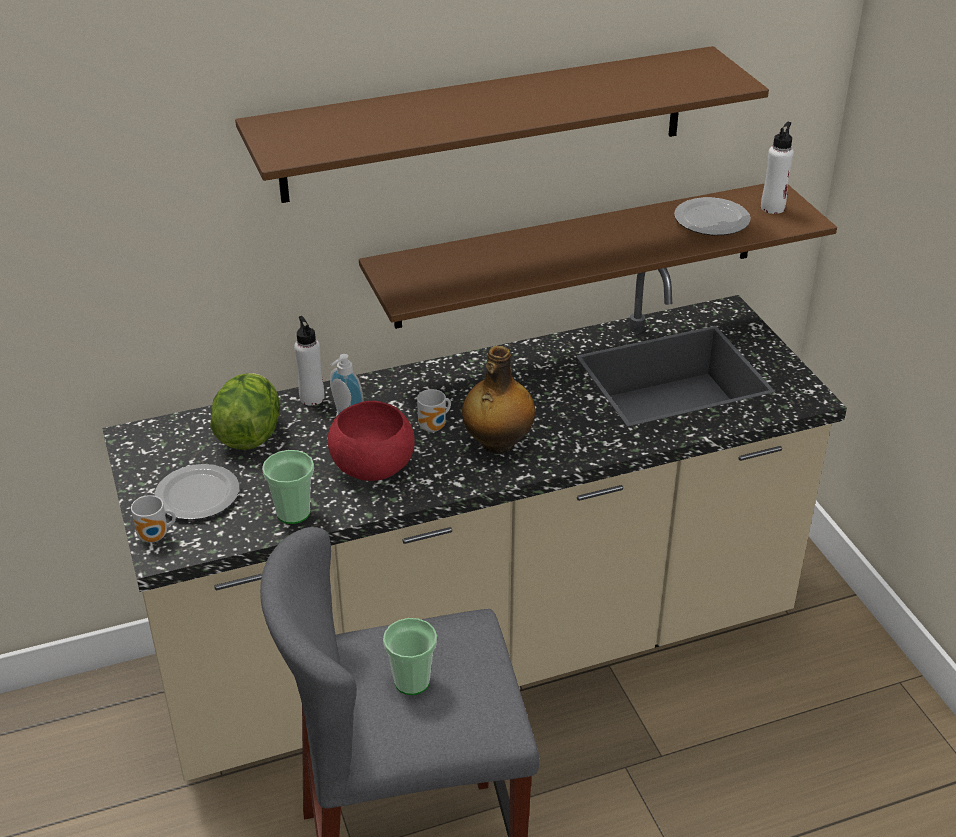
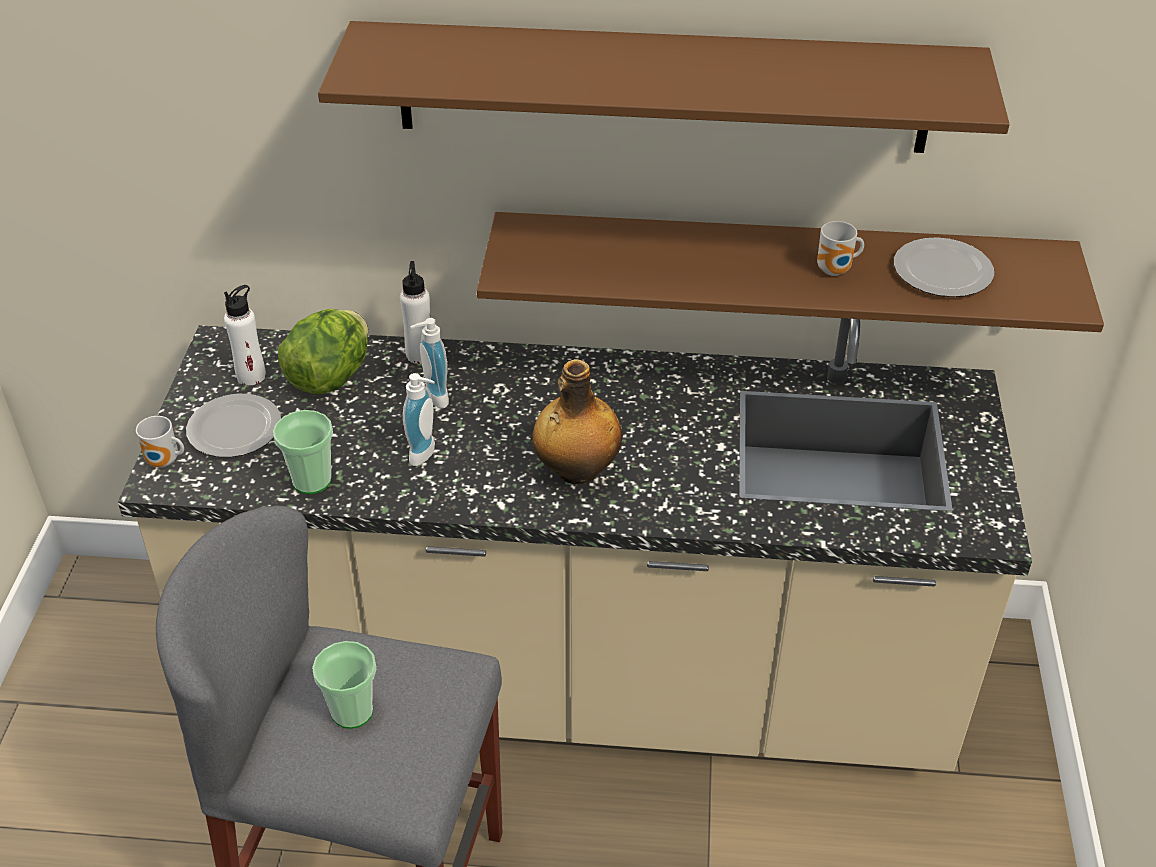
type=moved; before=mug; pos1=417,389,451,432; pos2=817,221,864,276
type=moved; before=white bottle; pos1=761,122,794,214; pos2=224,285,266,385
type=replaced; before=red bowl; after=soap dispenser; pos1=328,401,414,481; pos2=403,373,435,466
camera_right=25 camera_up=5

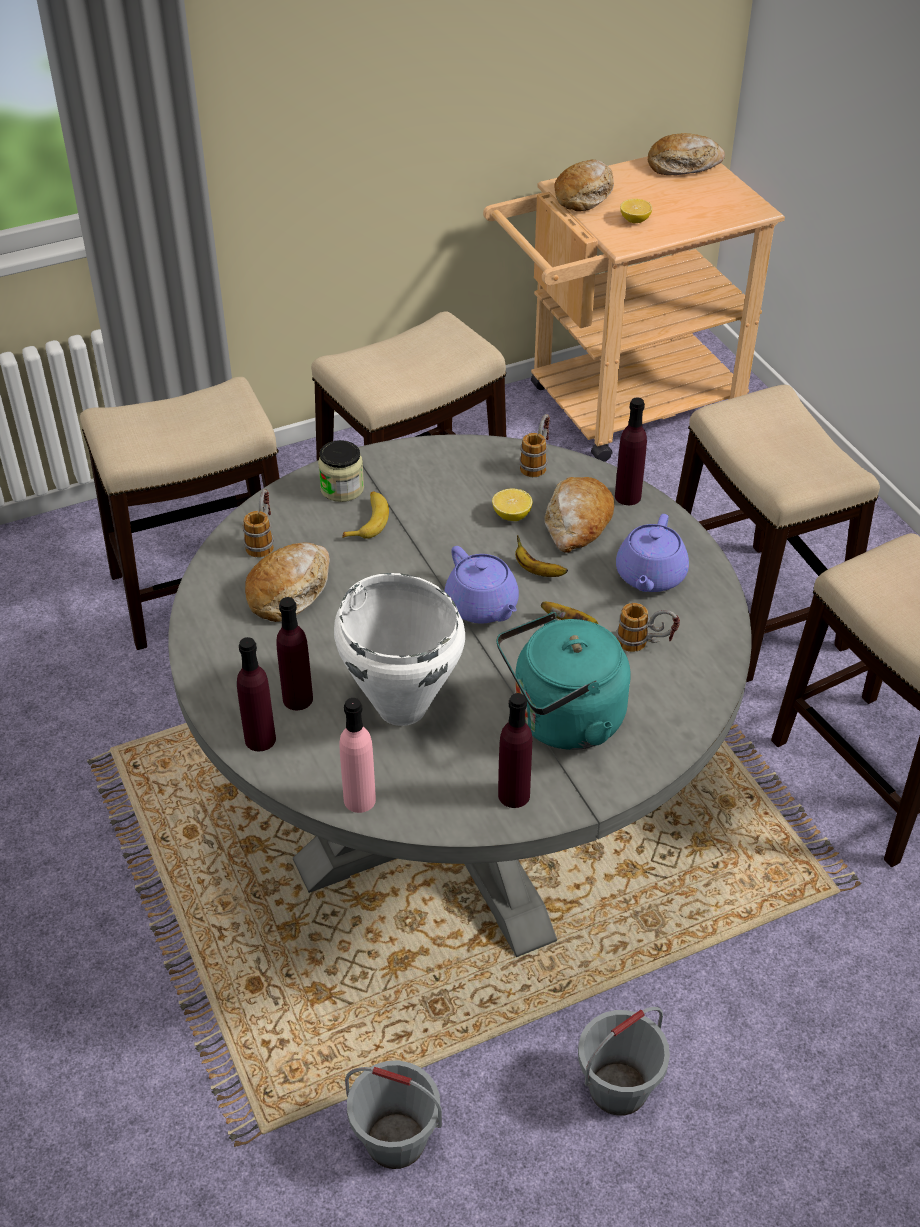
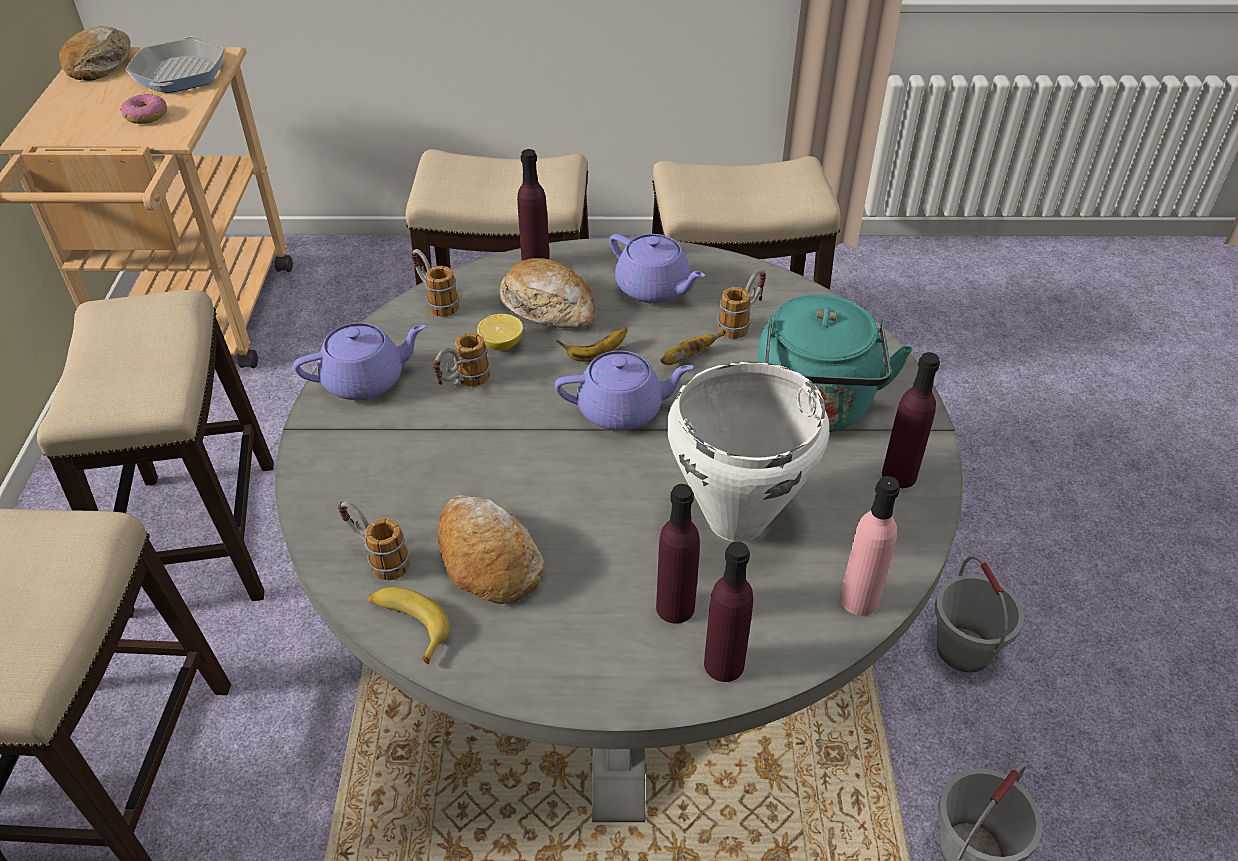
type=removed; before=jar; pos1=318,440,364,502
type=removed; before=bread; pos1=554,160,614,212
type=added; after=frying pan; pos2=125,36,224,93
type=added; after=purple teapot; pos2=293,323,426,400
type=added; after=mug; pos2=433,333,490,387
type=moved; before=banana; pos1=342,491,389,539; pos2=368,587,450,665
type=replaced; before=lemon; after=donut; pos1=620,199,653,223; pos2=120,94,167,124
camera_right=-65 camera_up=0

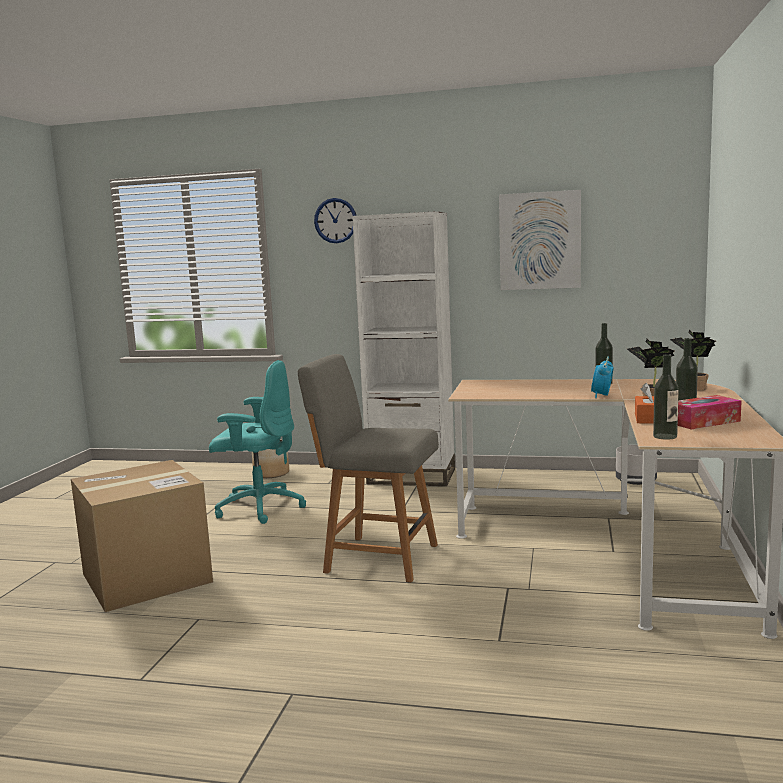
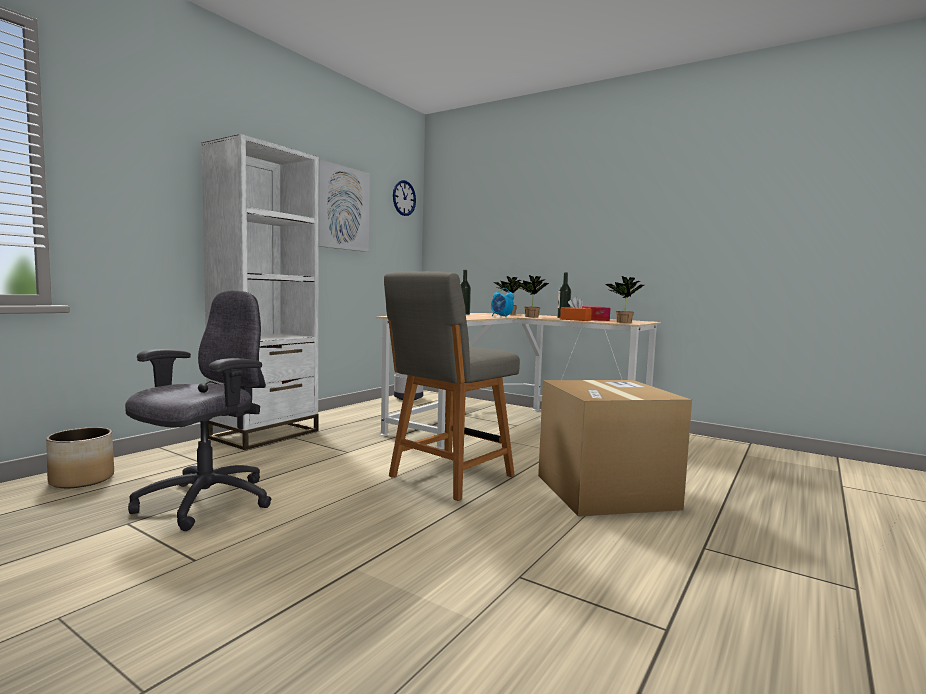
type=moved; before=cardboard box; pos1=71,460,213,612; pos2=538,380,692,517
type=moved; before=wall clock; pos1=314,198,356,243; pos2=393,180,416,216
type=replaced; before=bottle; after=potted plant; pos1=653,354,679,440; pos2=605,276,644,323
type=recoloured; before=turquoise office chair; after=grey office chair; pos1=209,360,306,524; pos2=125,290,271,531
camera_right=-70 camera_up=-5

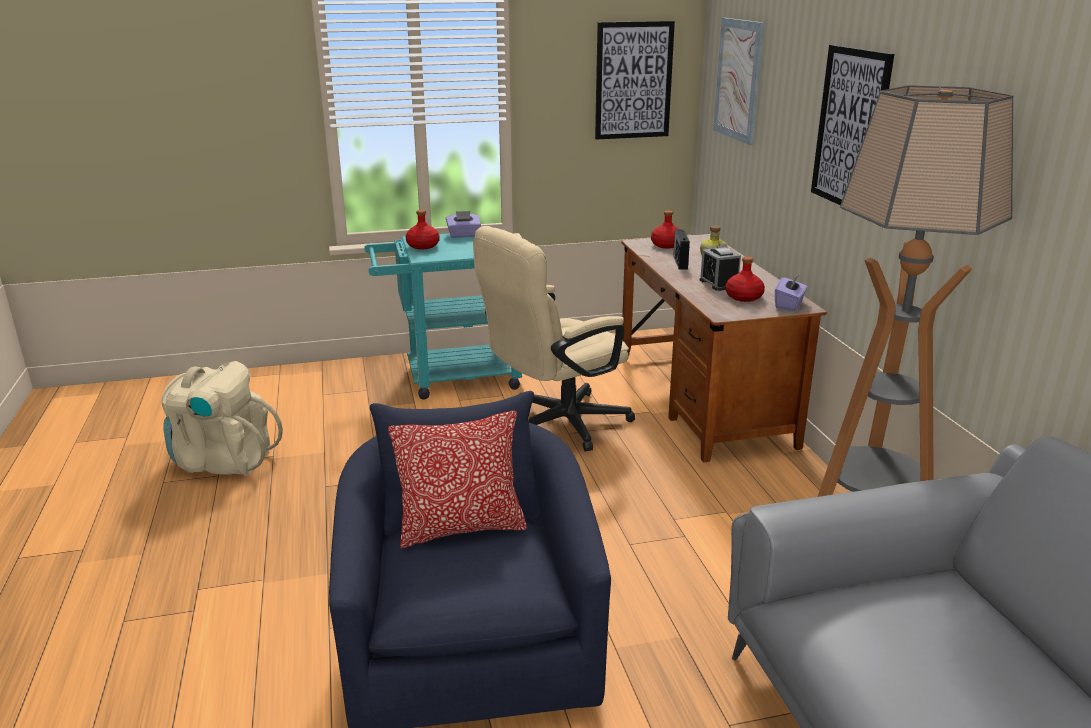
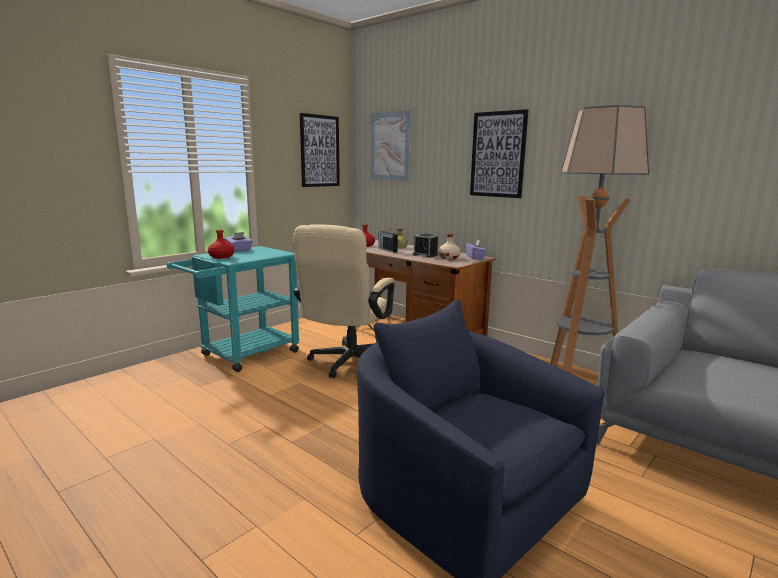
type=removed; before=beige backpack; pos1=162,361,283,475
type=removed; before=pillow; pos1=388,411,527,548
type=recoloured; before=red bottle; after=beige bottle; pos1=725,257,765,302; pos2=438,233,461,259
camera_right=-35 camera_up=-10

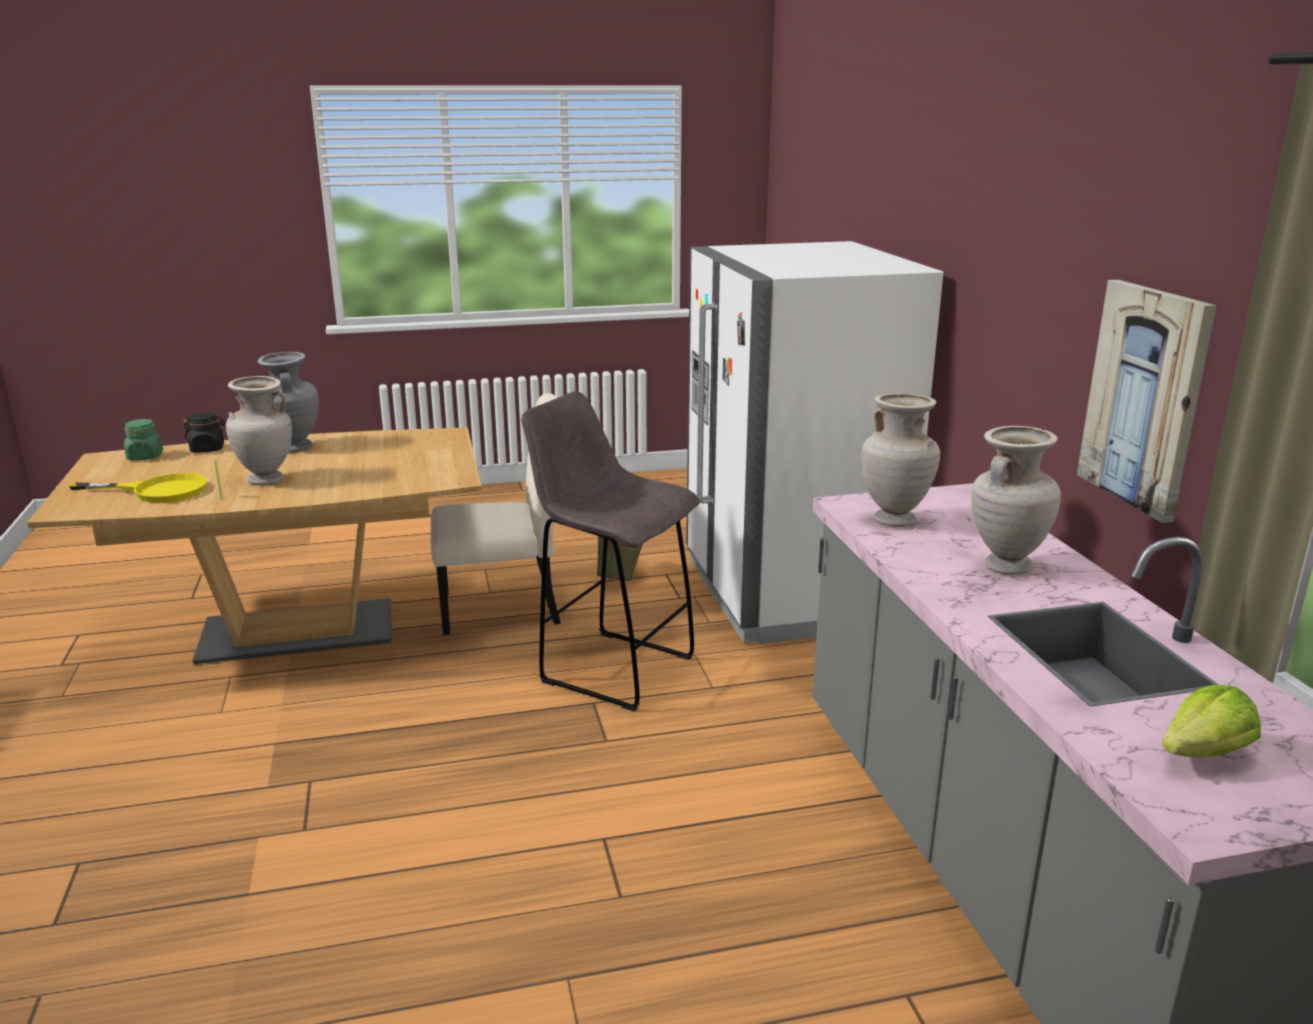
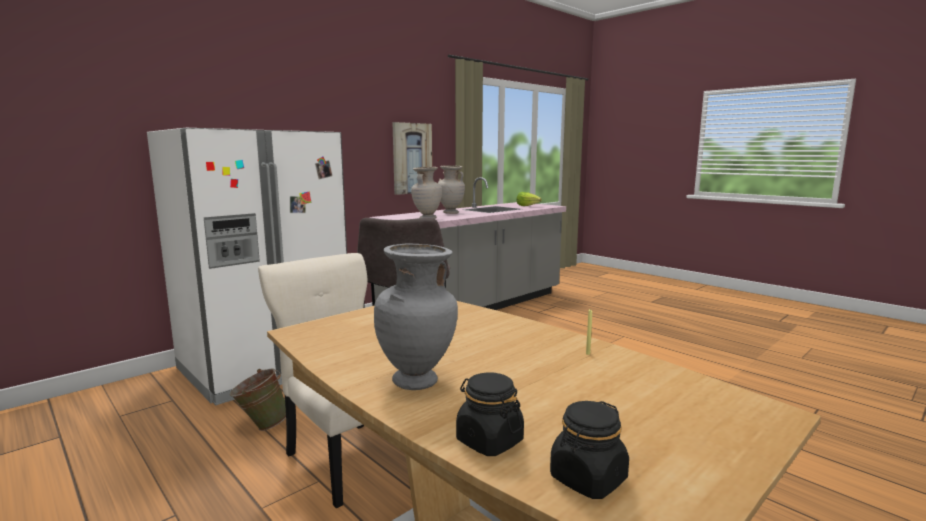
type=removed; before=yellow frying pan; pos1=69,473,207,503
type=removed; before=beige vase; pos1=226,376,292,485
type=recoloured; before=green jar; after=black jar; pos1=124,419,163,460; pos2=550,401,629,499
camera_right=-120 camera_up=-10

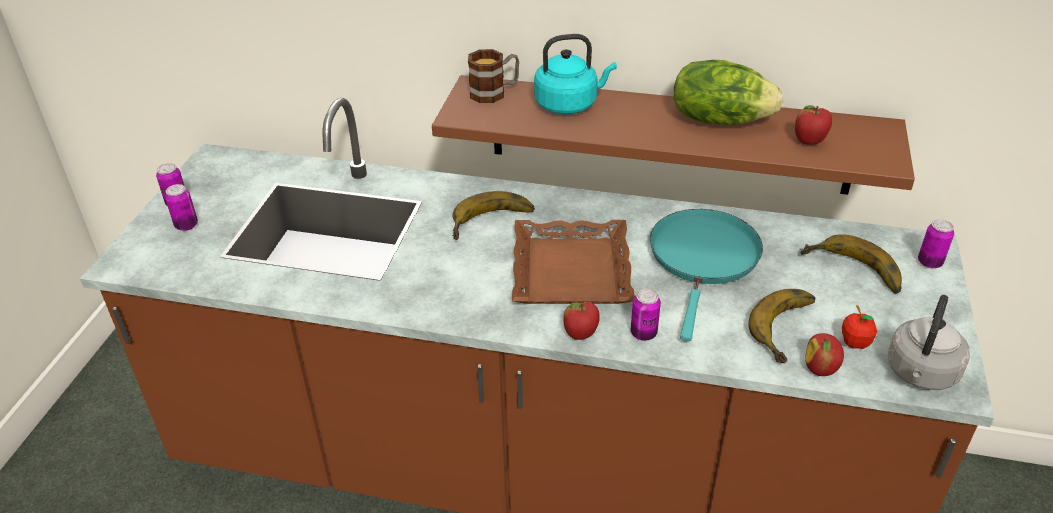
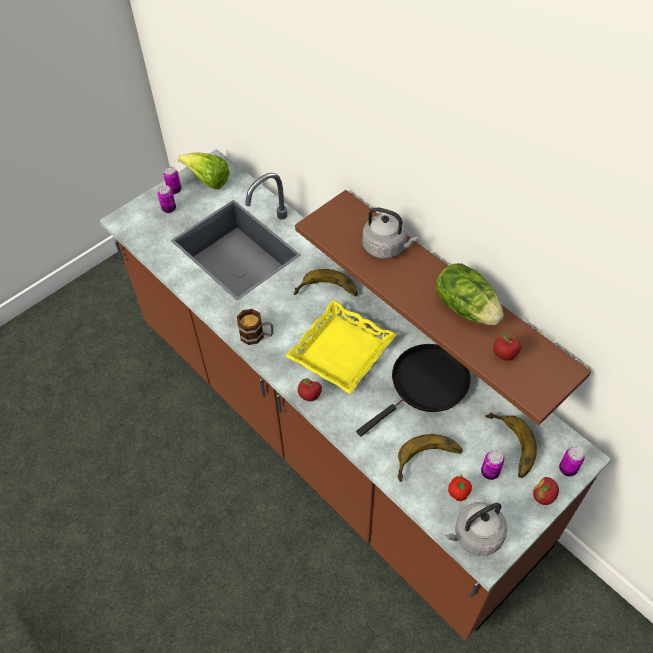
type=added; after=lettuce; pos2=178,152,230,189
type=moved; before=mug; pos1=468,49,519,103; pos2=237,309,273,345
type=moved; before=can; pos1=631,288,661,341; pos2=481,450,504,480
type=moved; before=apple; pos1=805,333,844,376; pos2=533,477,559,505
type=recoloured; before=brown tray; after=yellow tray; pos1=512,220,635,304; pos2=285,300,397,394
type=recoloured; before=turquoise kettle; after=grey kettle; pos1=534,34,617,114; pos2=362,207,418,259
type=recoloured; before=turquoise frying pan; after=black frying pan; pos1=650,209,763,341; pos2=356,344,471,437
camera_right=35 camera_up=15

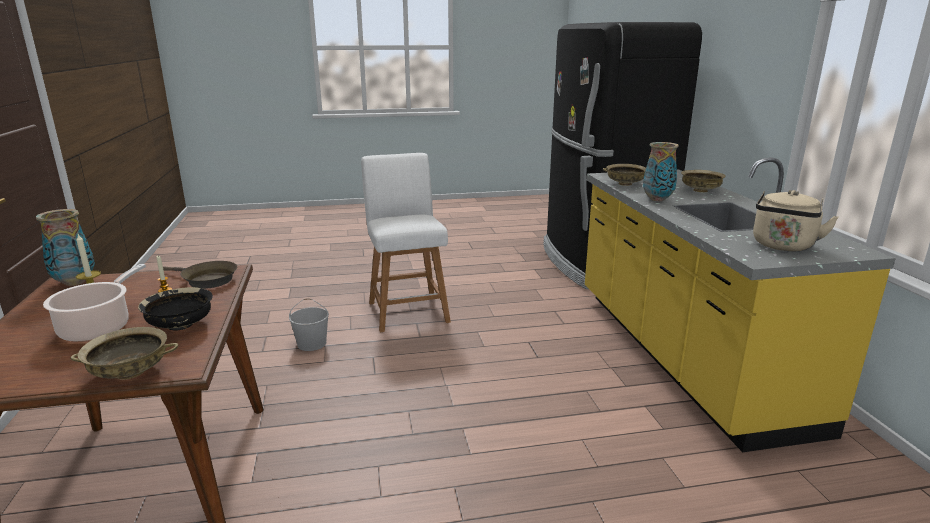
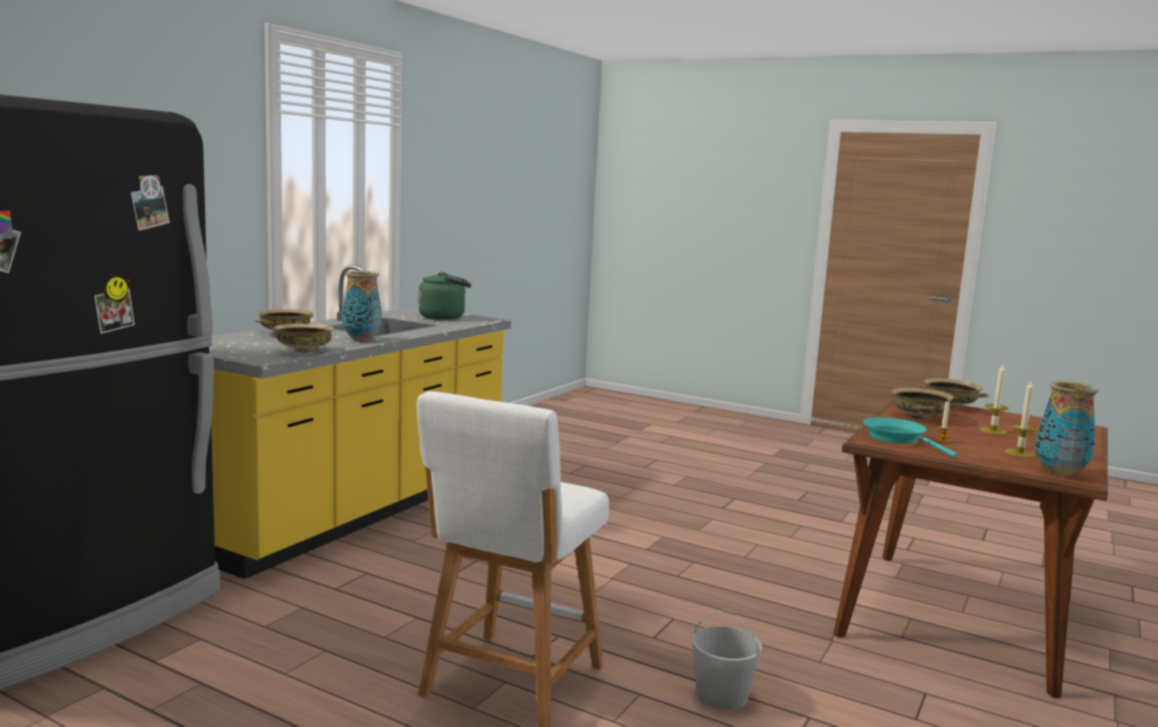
type=replaced; before=cooking pot; after=candle; pos1=43,264,146,342; pos2=980,365,1009,435
type=recoloured; before=black bowl; after=beige bowl; pos1=138,287,213,331; pos2=891,388,954,419
type=recoloured; before=brown frying pan; after=turquoise frying pan; pos1=163,261,237,289; pos2=863,417,957,458
type=recoloured; before=beige kettle; after=green kettle; pos1=753,190,839,251; pos2=418,272,471,320
camera_right=-140 camera_up=-10

